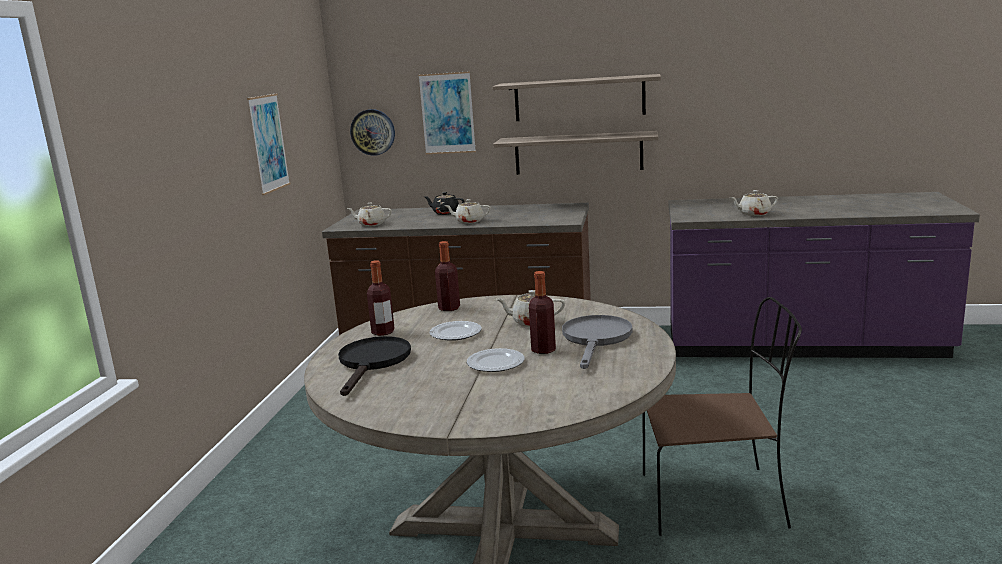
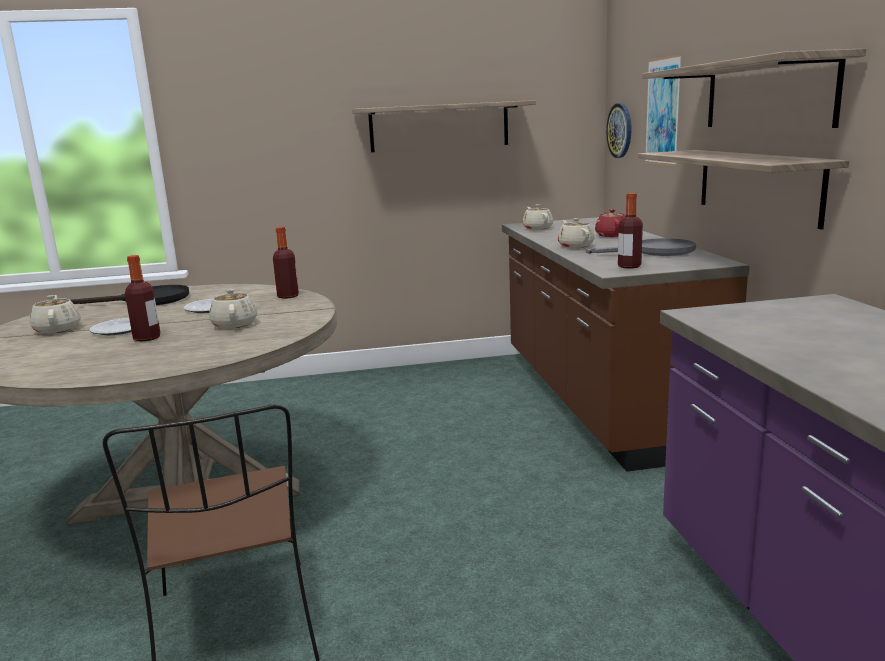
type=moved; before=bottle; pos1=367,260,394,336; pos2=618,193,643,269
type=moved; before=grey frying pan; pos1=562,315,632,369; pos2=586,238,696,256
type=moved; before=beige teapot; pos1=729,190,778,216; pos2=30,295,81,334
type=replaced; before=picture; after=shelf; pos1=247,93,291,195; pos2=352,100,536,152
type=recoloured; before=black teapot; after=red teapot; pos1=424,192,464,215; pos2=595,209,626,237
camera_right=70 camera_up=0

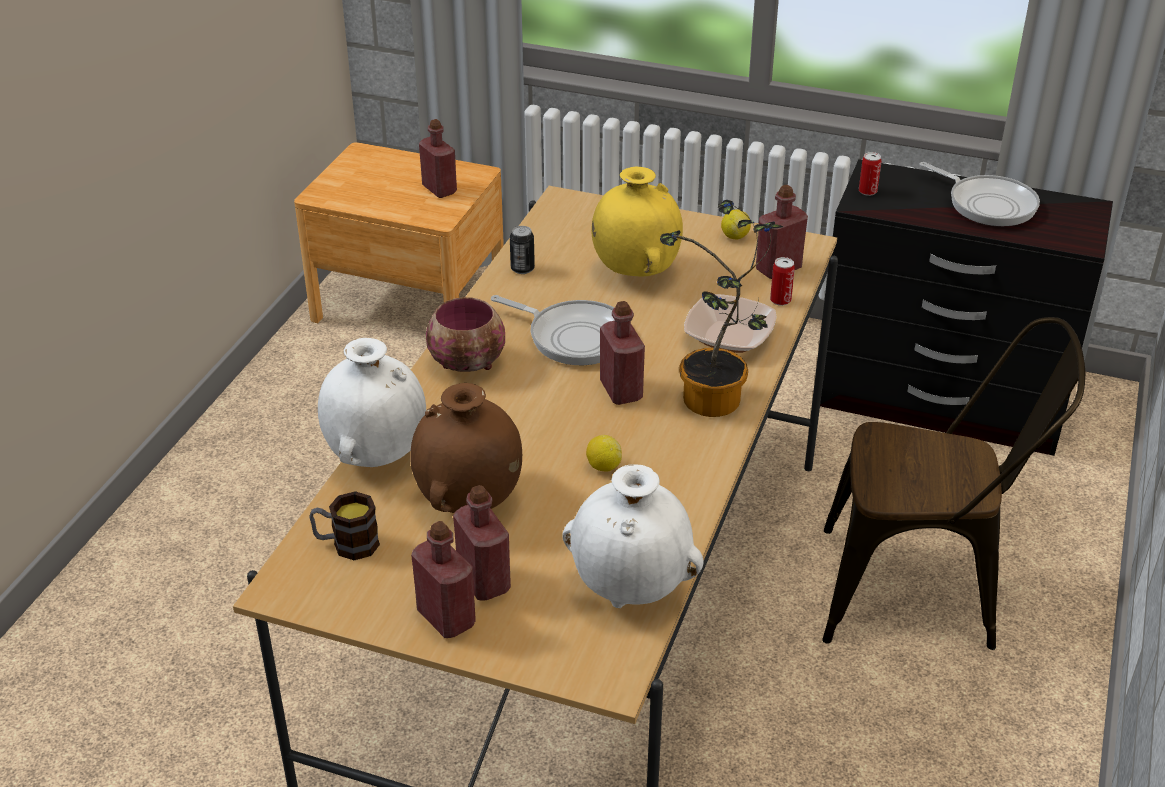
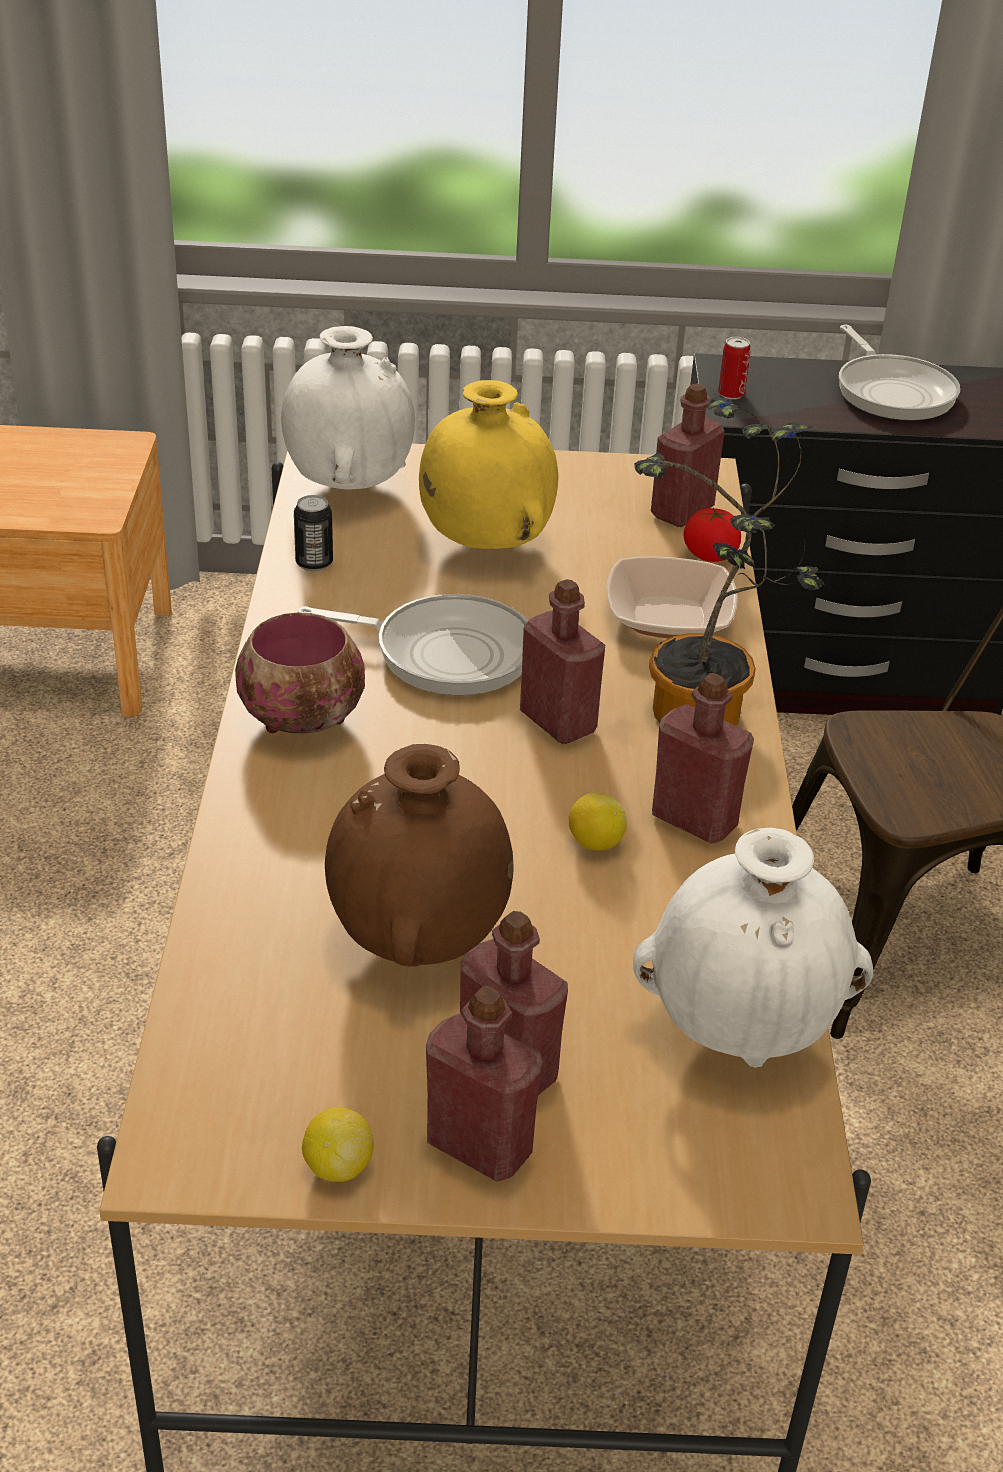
type=removed; before=mug; pos1=309,491,380,560
type=moved; before=white vase; pos1=318,338,426,467; pos2=281,326,415,489
type=moved; before=red bottle; pos1=419,119,457,198; pos2=652,673,754,844
type=moved; before=lemon; pos1=721,209,751,239; pos2=302,1107,374,1182
type=replaced; before=can; after=tomato; pos1=770,257,795,306; pos2=684,508,741,562
type=turned; before=frying pan; pos1=919,162,1040,227; pos2=839,325,960,421; turn=45
camera_right=-20 camera_up=0

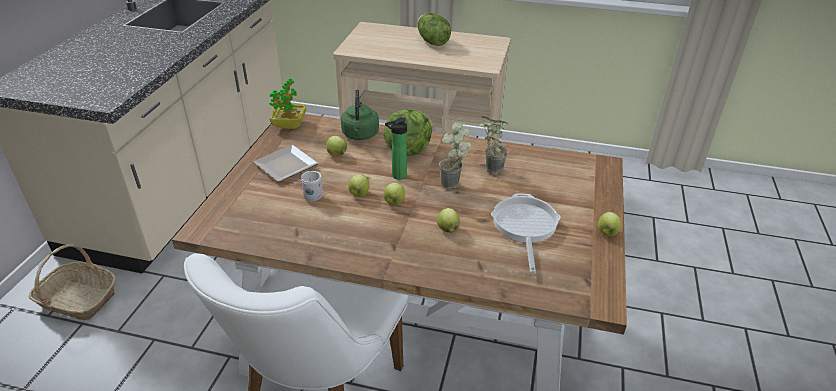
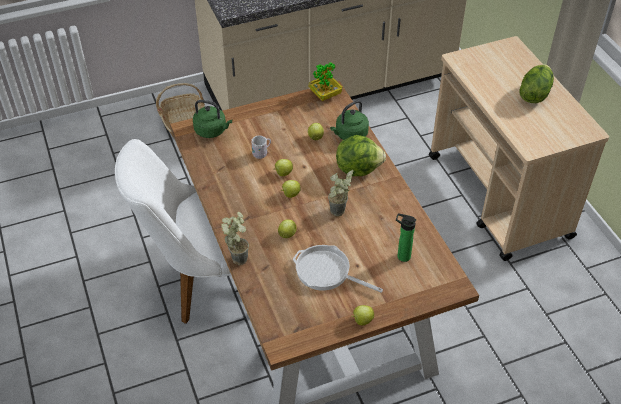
type=removed; before=plate; pos1=253,145,318,182
type=added; after=green kettle; pos2=193,100,232,138
type=moved; before=bottle; pos1=385,117,407,180; pos2=396,213,416,262
type=moved; before=potted plant; pos1=479,116,508,175; pos2=221,212,249,265
type=turned; before=frying pan; pos1=491,194,561,274; pos2=293,245,383,293; turn=-120
camera_right=55 camera_up=10

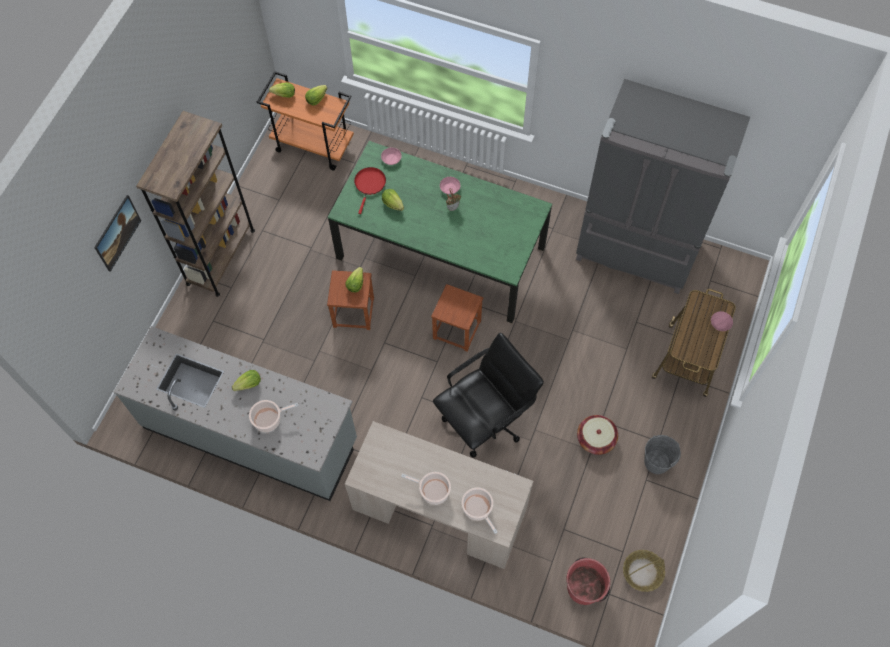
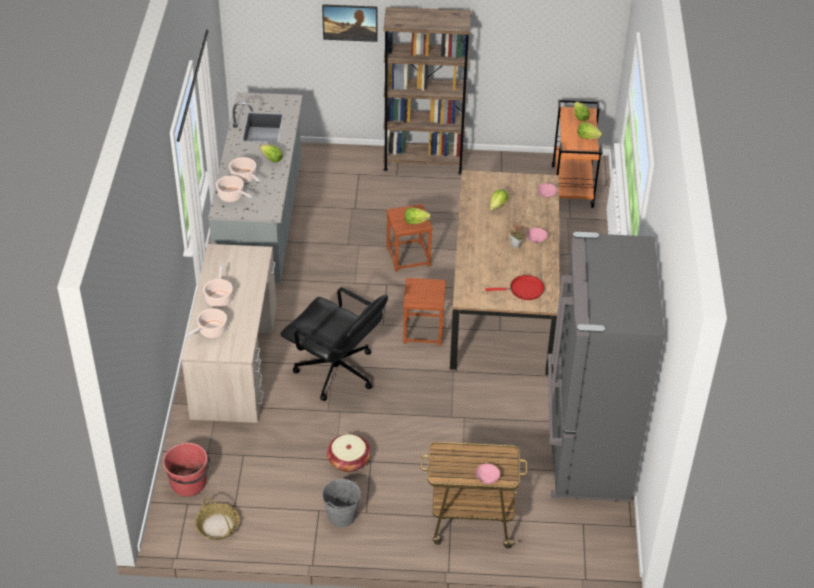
type=added; after=cooking pot; pos2=216,175,252,202
type=moved; before=red frying pan; pos1=354,167,386,214; pos2=485,275,544,300
type=recoloured; before=green dining table; after=brown dining table; pos1=328,141,552,323; pos2=450,170,560,376
camera_right=70 camera_up=-20

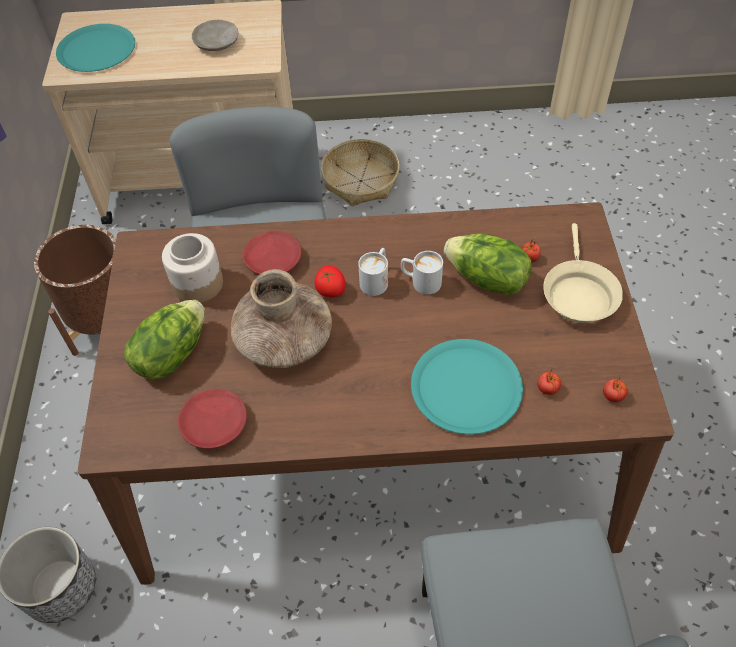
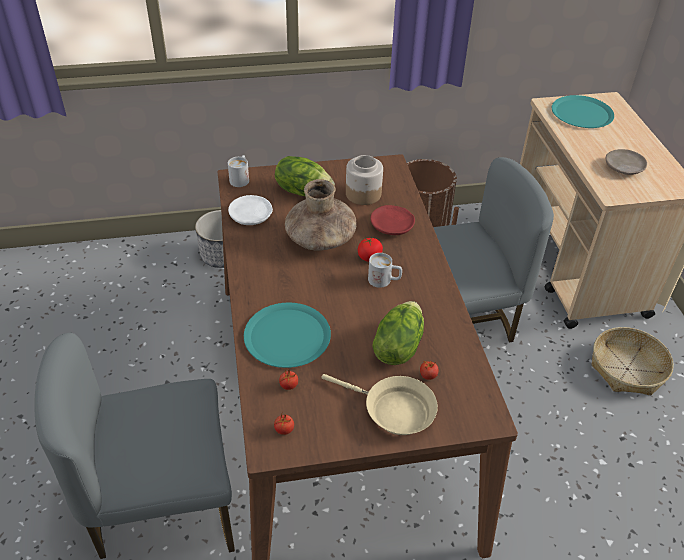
type=moved; before=white mug; pos1=401,251,443,294; pos2=228,155,249,187
type=recoloured; before=red plate; after=white plate; pos1=178,389,247,449; pos2=228,195,273,225
type=turned; before=beige frying pan; pos1=543,223,623,323; pos2=321,374,438,435; turn=-150
camera_right=80 camera_up=-10

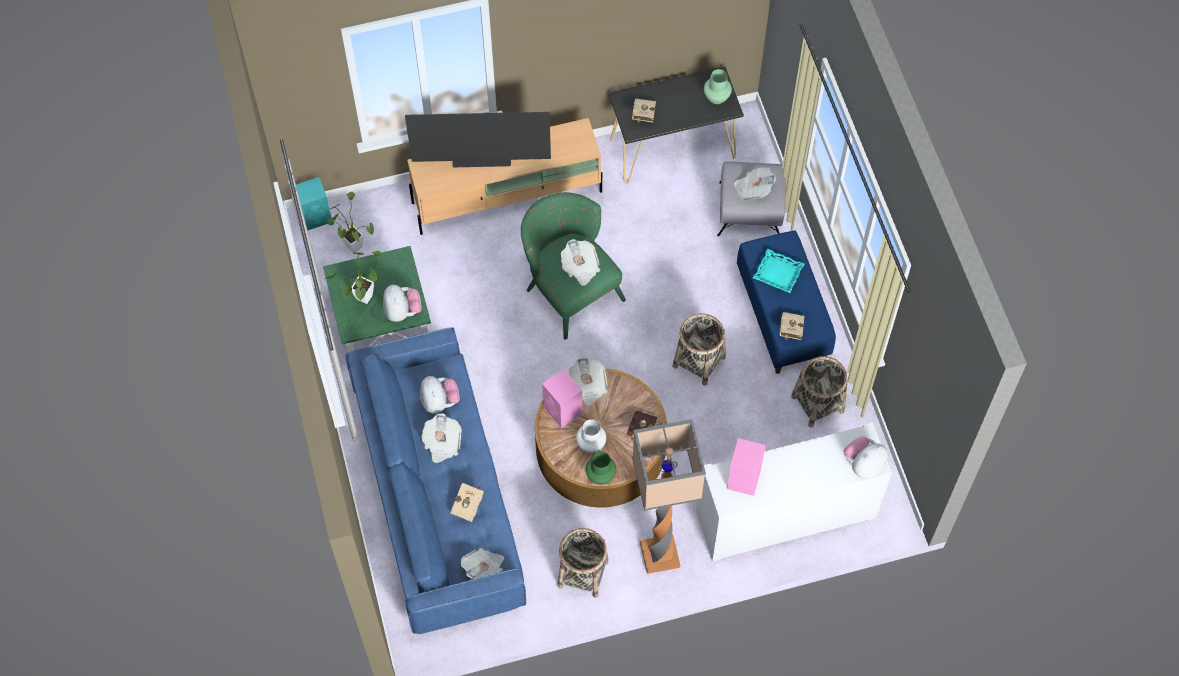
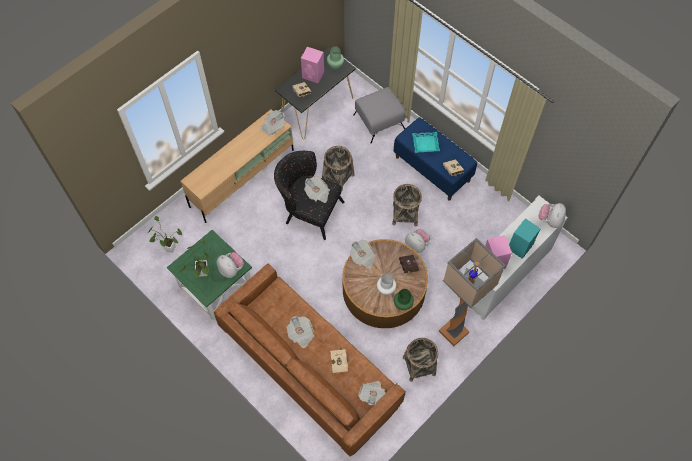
type=removed; before=television; pos1=405,112,551,167
type=moved; before=turquoise speaker; pos1=296,177,332,230; pos2=509,218,541,259
type=moved; before=plush toy; pos1=420,376,460,414; pos2=405,229,430,253
type=moved; before=pink speaker; pos1=542,369,582,428; pos2=301,47,324,83
type=moved; before=newspaper; pos1=734,167,776,200; pos2=260,110,285,136
type=moved; before=basket; pos1=791,356,847,428; pos2=322,146,354,191
type=recoloured; before=blue sofa; after=brown sofa; pos1=346,327,526,634; pos2=214,264,406,457
type=recoloured; before=green armchair; after=black armchair; pos1=521,192,626,340; pos2=274,151,344,240
camera_right=-30 camera_up=0

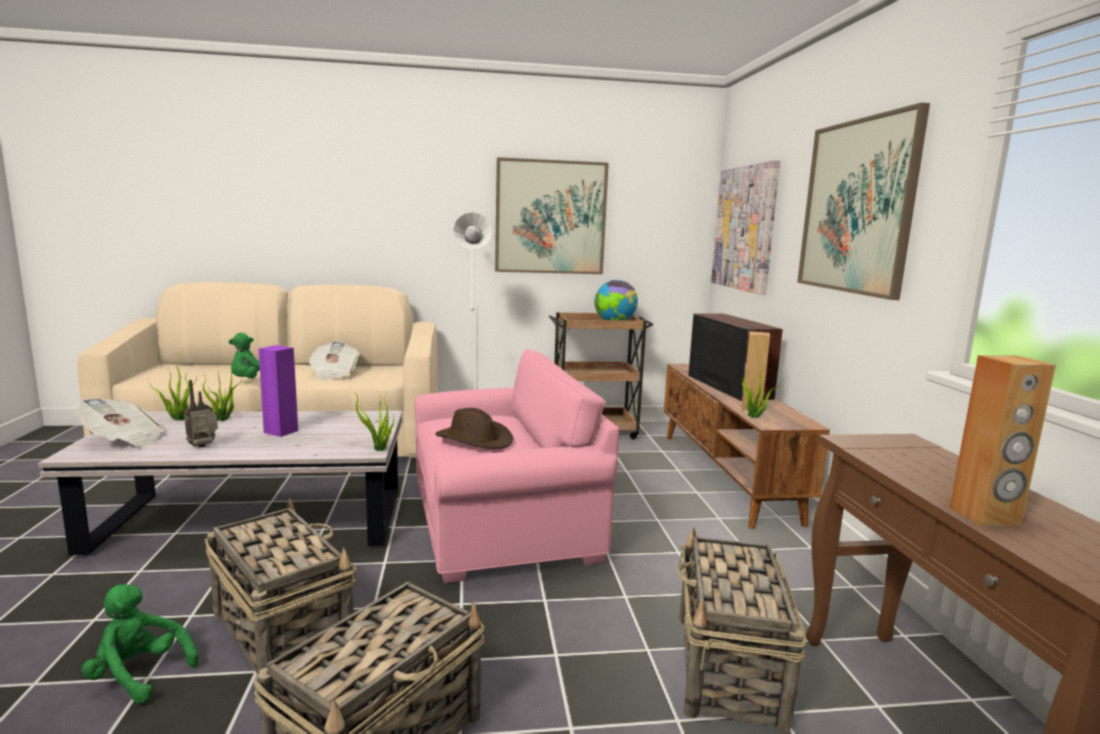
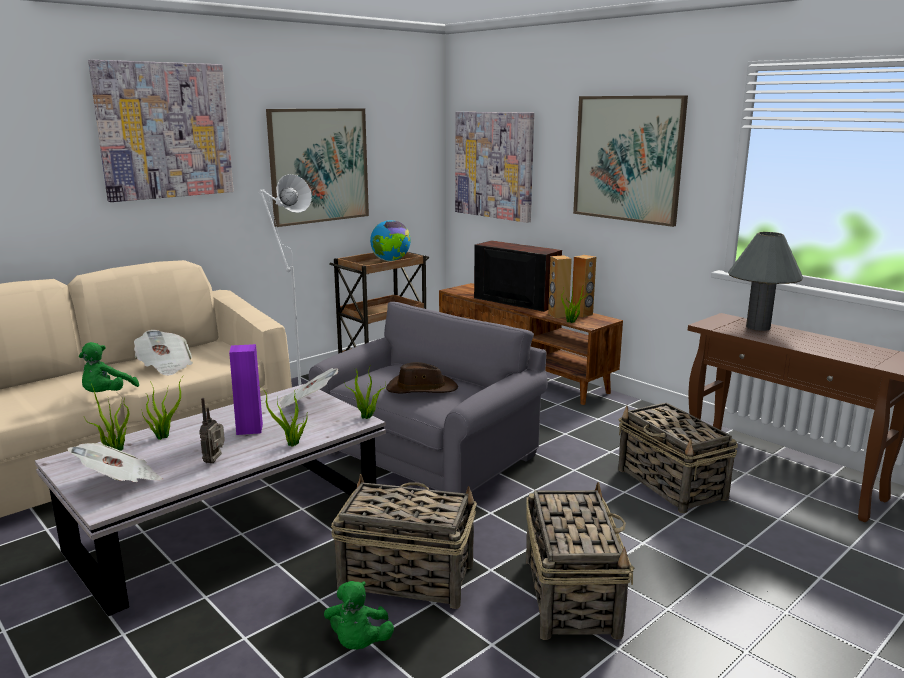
type=added; after=picture; pos2=88,60,234,202
type=added; after=potted plant; pos2=260,386,307,447
type=added; after=newspaper; pos2=279,368,338,409
type=added; after=grey table lamp; pos2=728,232,803,331
type=moved; before=brown speaker; pos1=950,355,1056,526; pos2=572,255,596,318
type=recoloured; before=pink armchair; after=grey armchair; pos1=415,349,619,583; pos2=309,302,548,493
type=turned; before=green plush toy; pos1=82,584,199,703; pos2=324,581,394,650; turn=-75
camera_right=-35 camera_up=5

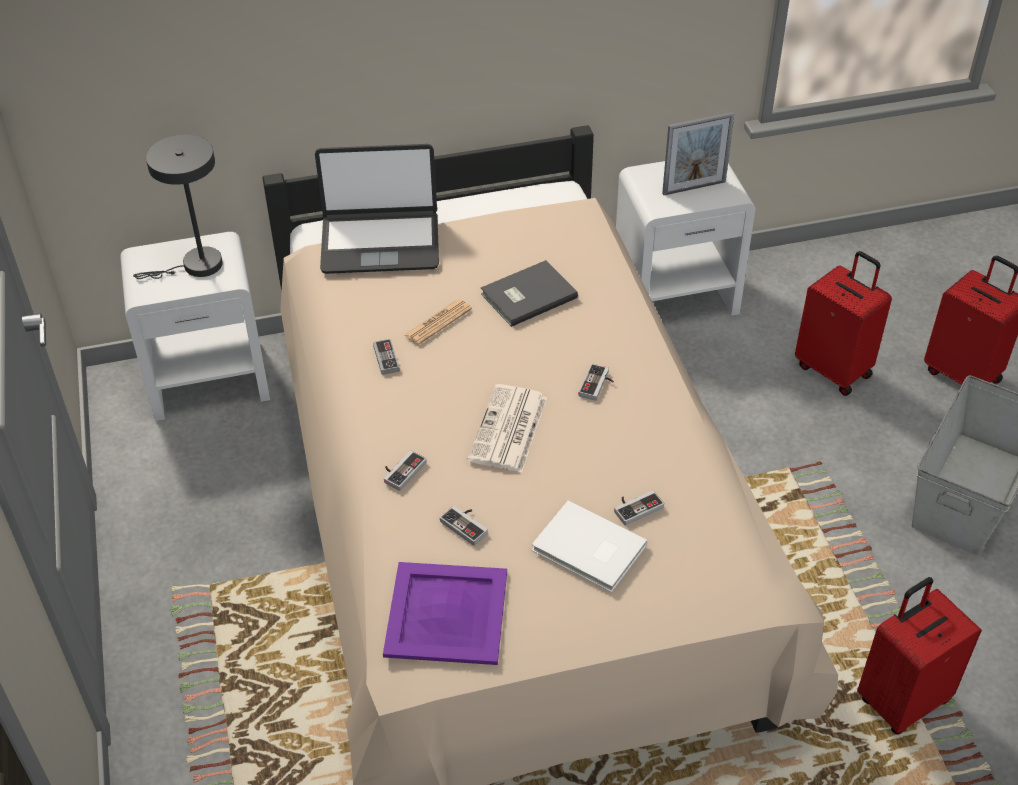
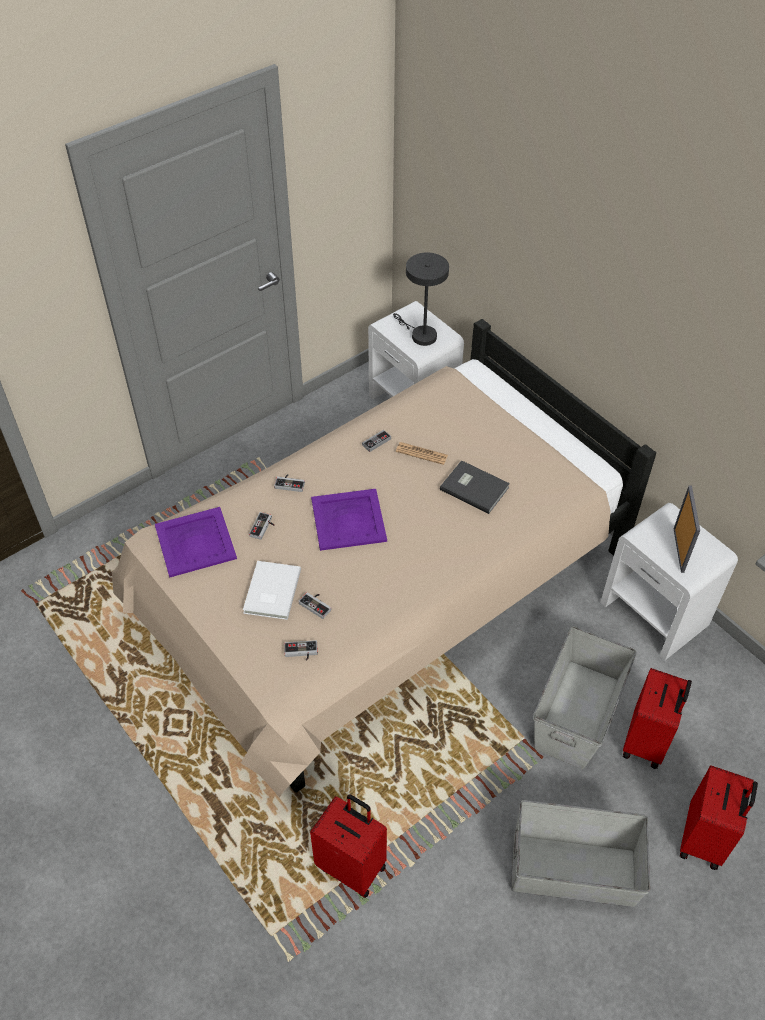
type=removed; before=laptop; pos1=315,144,439,274
type=added; after=grey storage box; pos2=533,626,637,769
type=moved; before=game controller; pos1=579,364,614,401; pos2=284,640,318,661
type=replaced; before=newspaper; after=purple tray; pos1=468,384,547,473; pos2=311,489,387,551
type=turned; before=picture frame; pos1=662,112,734,195; pos2=674,486,700,573; turn=-135
camera_right=65 camera_up=5

